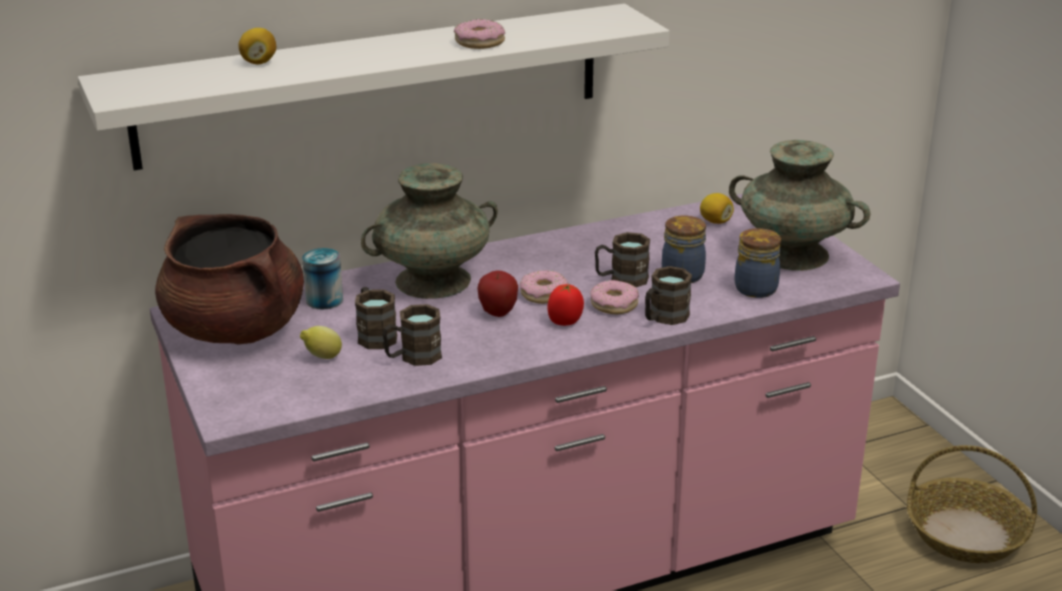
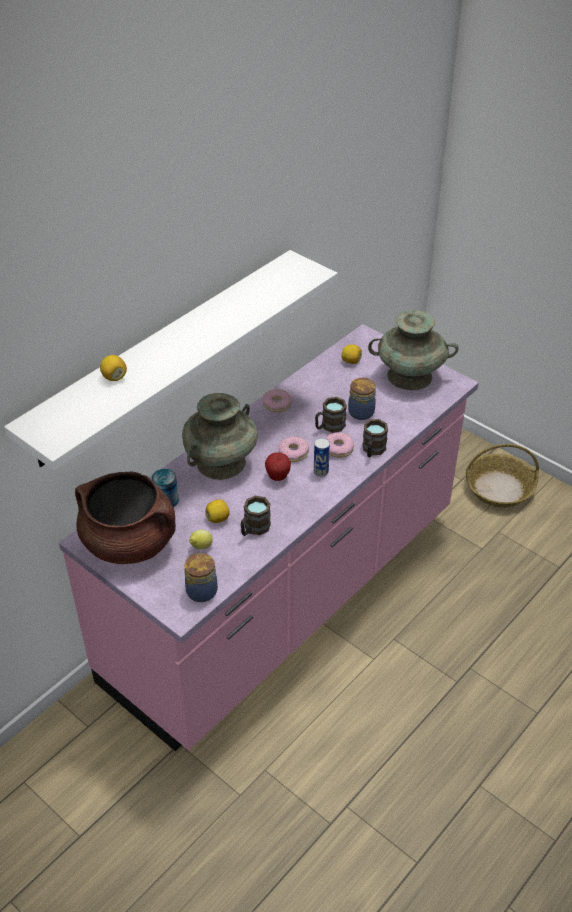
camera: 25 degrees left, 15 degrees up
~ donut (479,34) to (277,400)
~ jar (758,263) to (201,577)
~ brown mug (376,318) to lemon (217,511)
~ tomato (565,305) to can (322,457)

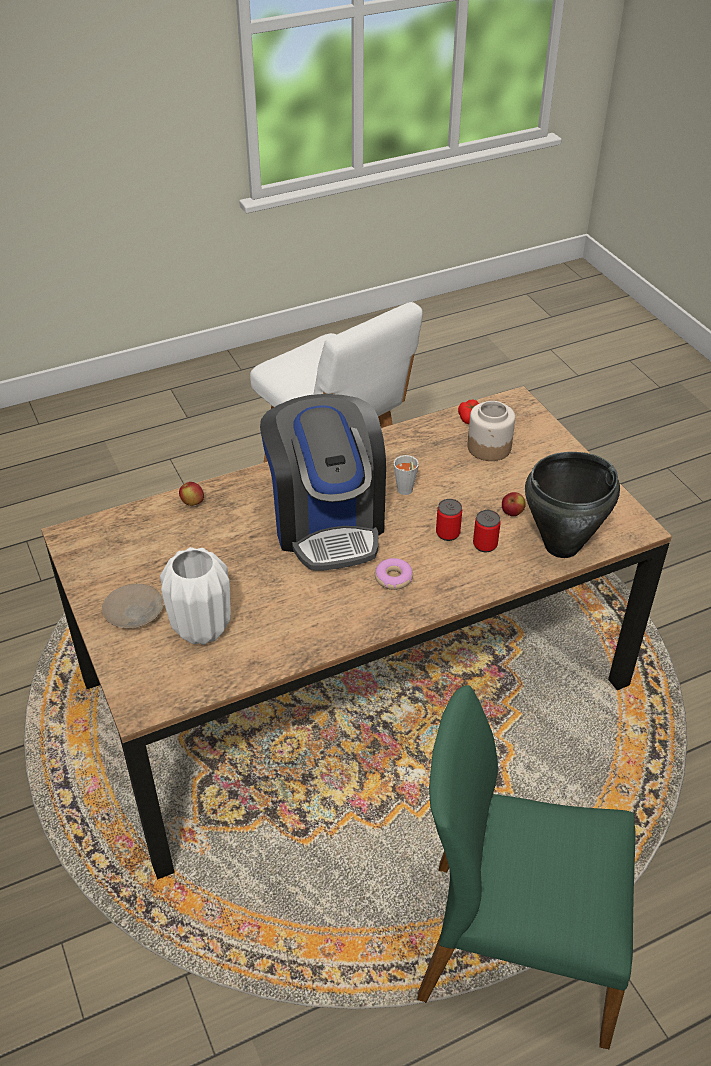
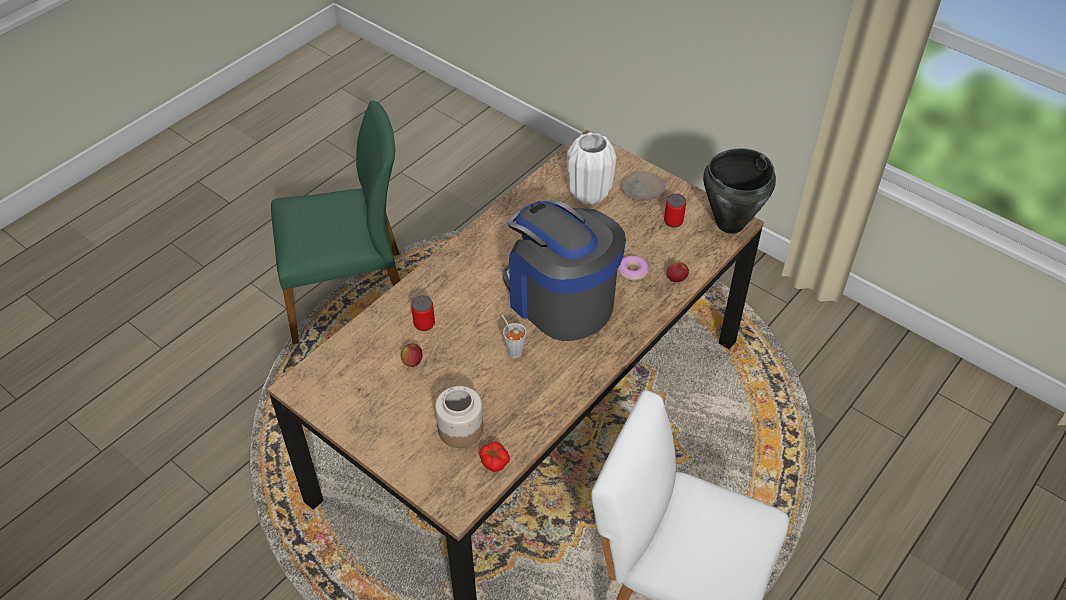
camera: 155 degrees right, 5 degrees up
~ donut (394,574) to (633,268)
~ can (449,520) to (675,210)
~ black cooking pot (572,505) to (739,191)

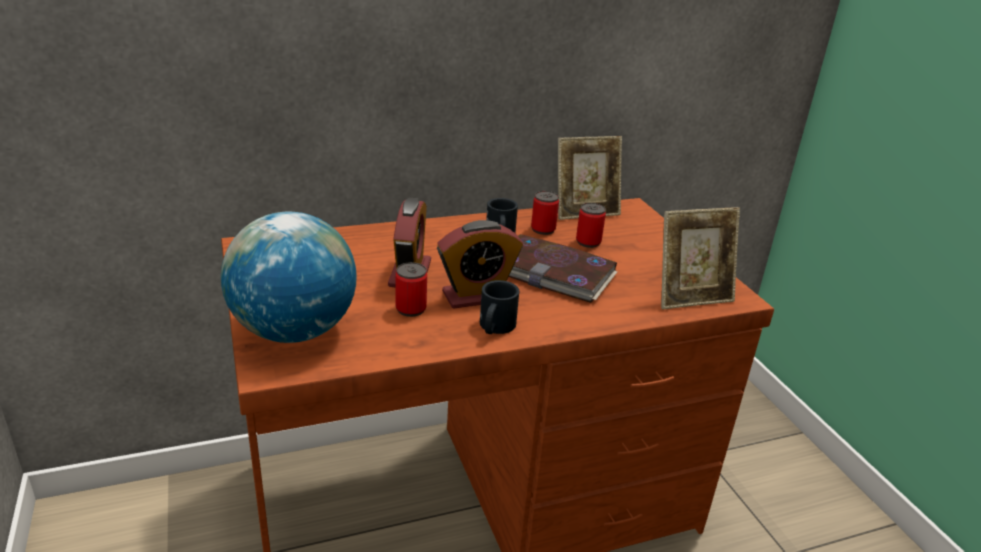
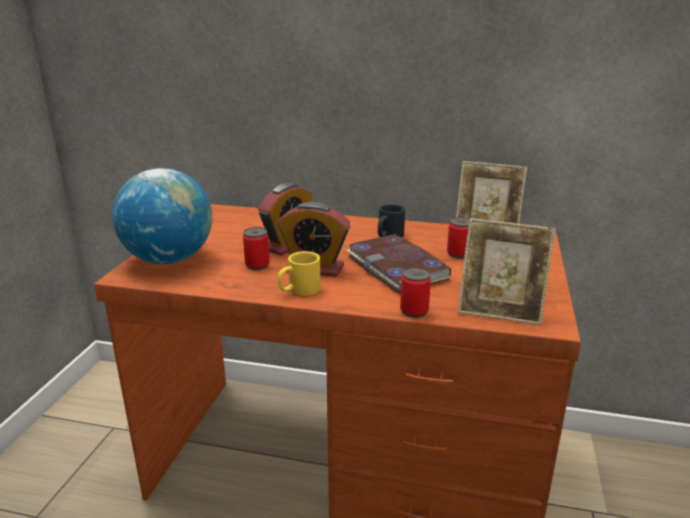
camera: 35 degrees right, 5 degrees down
~ can (545,213) to (415,292)
~ black mug (499,307) to yellow mug (299,273)

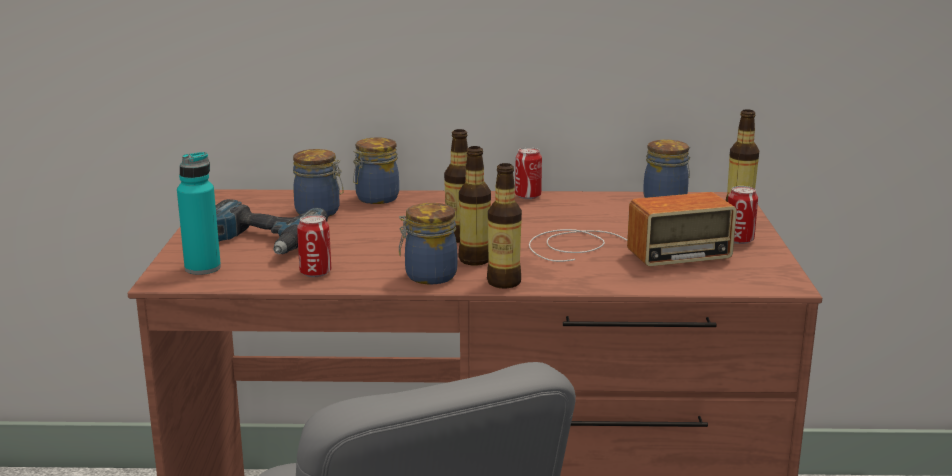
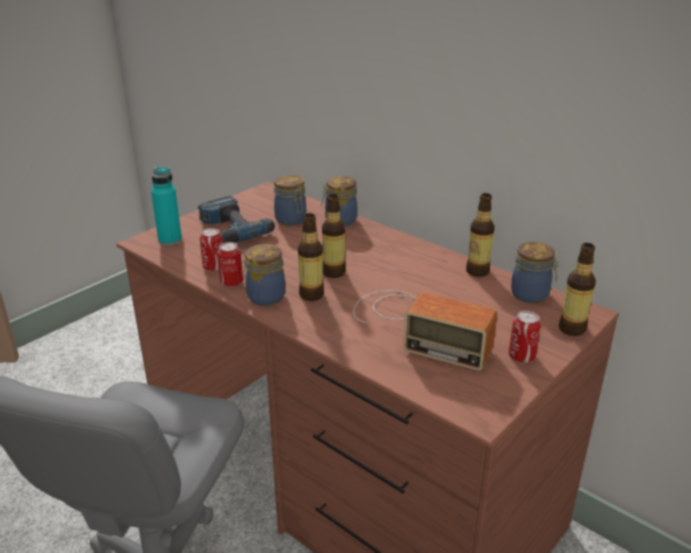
camera: 40 degrees right, 10 degrees up
~ bottle (504,226) to (480,235)
~ can (528,173) to (230,264)

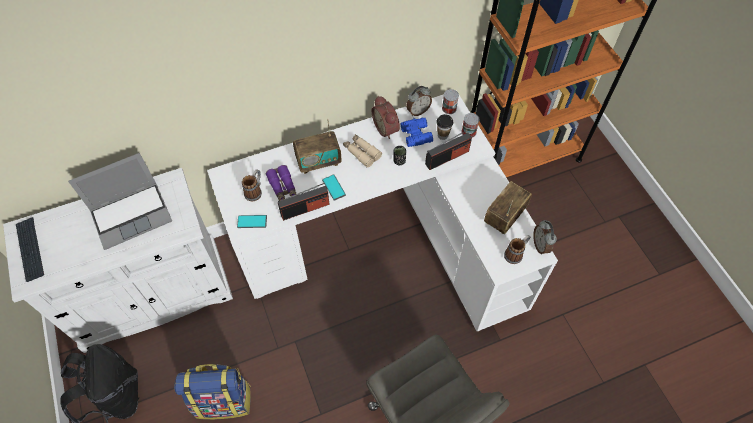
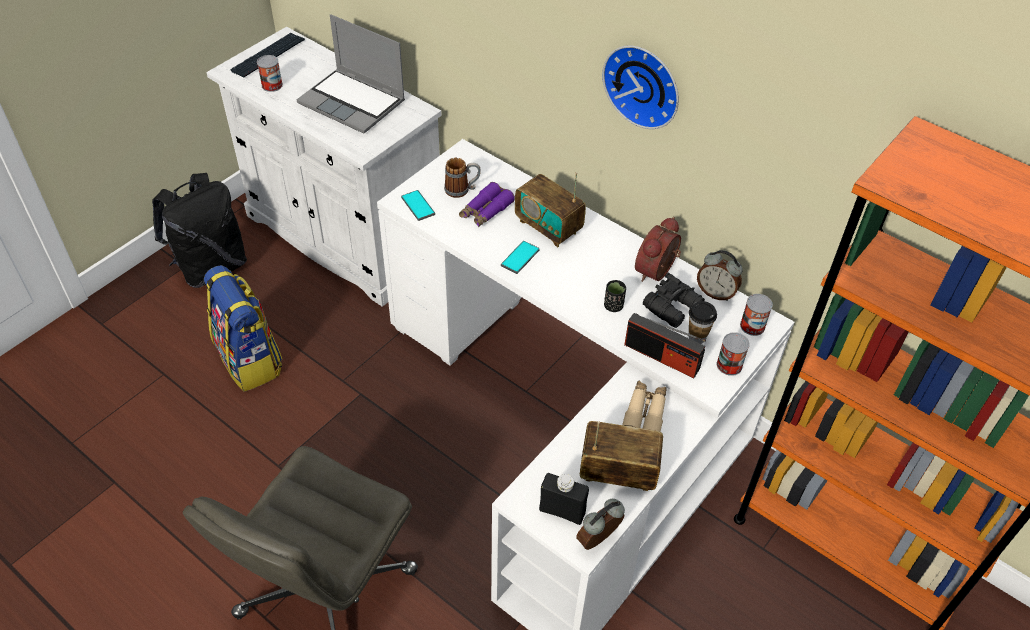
camera: 60 degrees right, 10 degrees down
- radio (304,202)
+ can (270,73)
+ wall clock (640,87)
~ beige binoculars (362,151) to (644,406)
~ mug (517,249) to black bottle (564,499)
~ blue binoculars (417,132) to black binoculars (674,300)

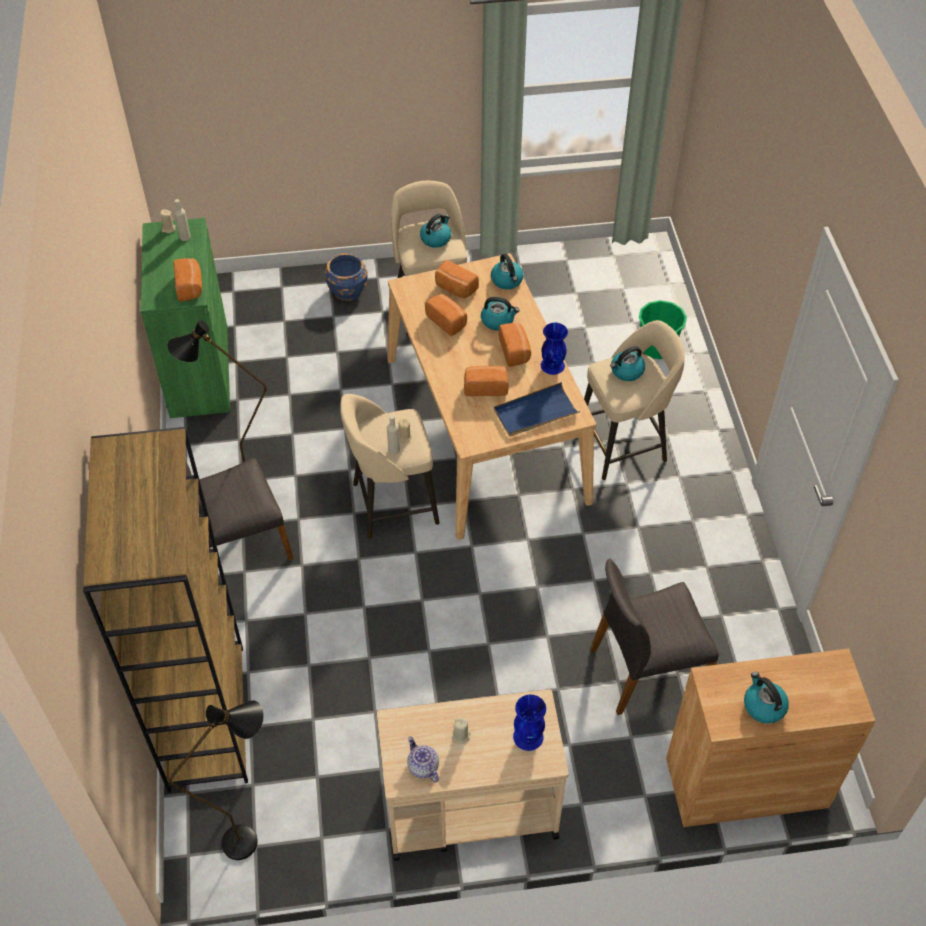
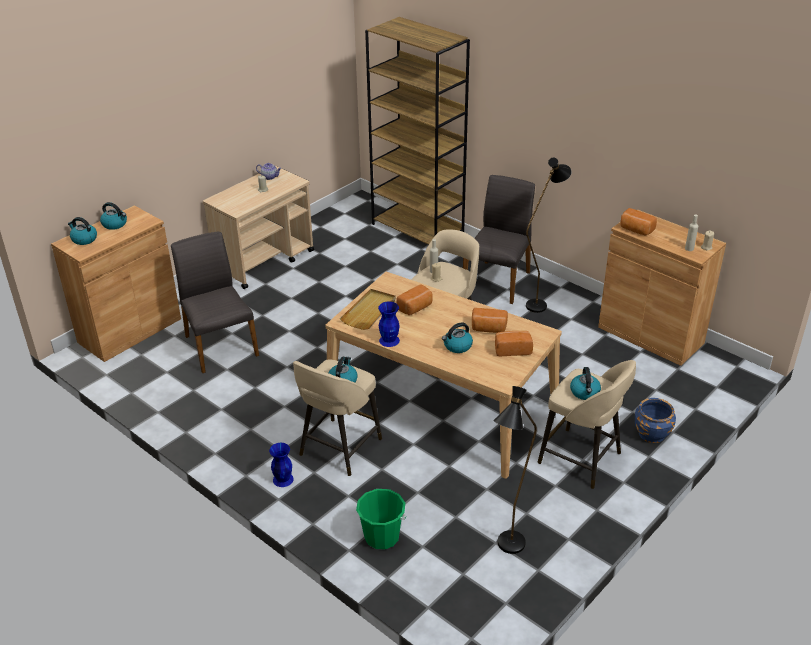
camera: 140 degrees right, 15 degrees down
- bread (515,345)
~ black floor lamp (216,780) to (515,470)
~ kettle (507,271) to (82,231)
~ blue vase (529,723) to (281,465)
~ green cabinet (185,318) to brown cabinet (662,287)
~ blue tray (537,409) to beige tray (368,309)
~ grey chair (654,637) = (215,302) 60 degrees counterclockwise

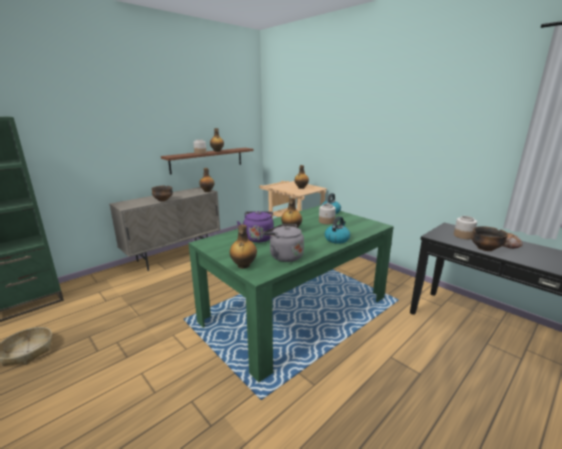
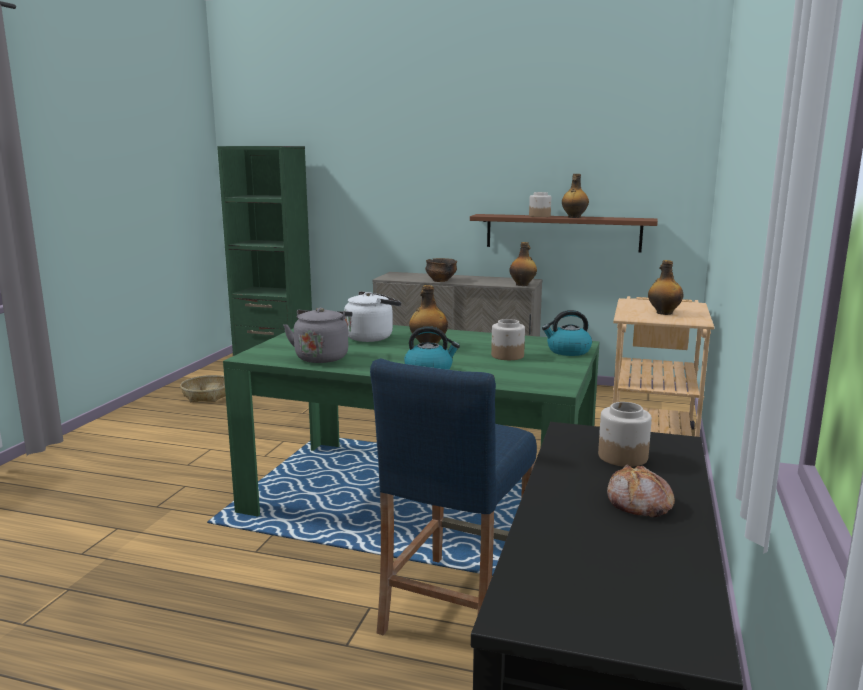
camera: 60 degrees right, 5 degrees down
- bottle (243,247)
- bowl (489,238)
+ blue stool (453,496)
~ purple kettle (255,227) to white kettle (372,316)

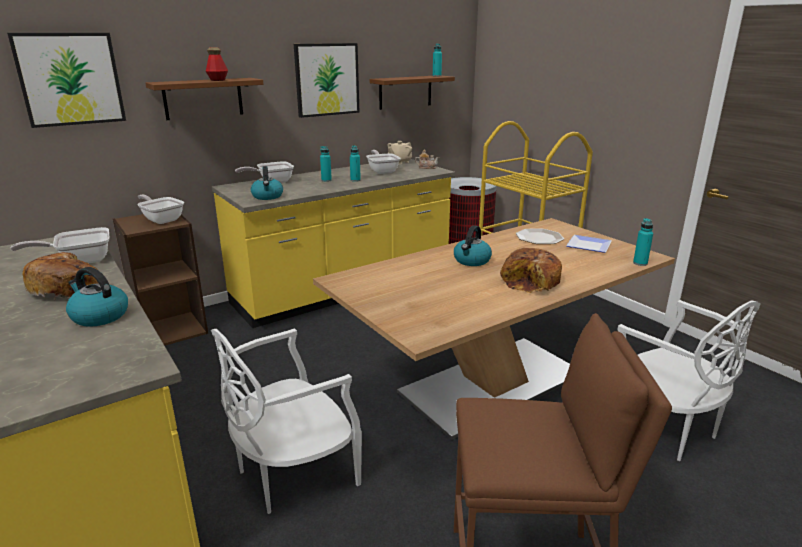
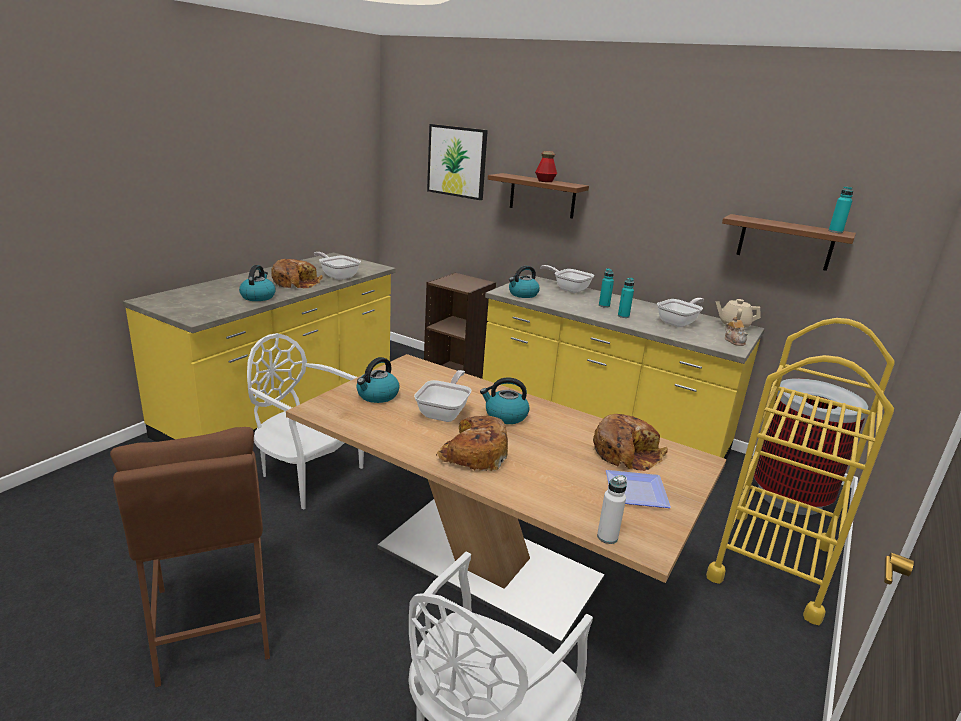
camera: 65 degrees right, 0 degrees up
- picture (327,80)
+ kettle (377,380)
~ frying pan (160,209) to (443,396)
~ plate (540,236) to bread (630,442)
~ turquoise bottle (643,242) to white bottle (612,509)

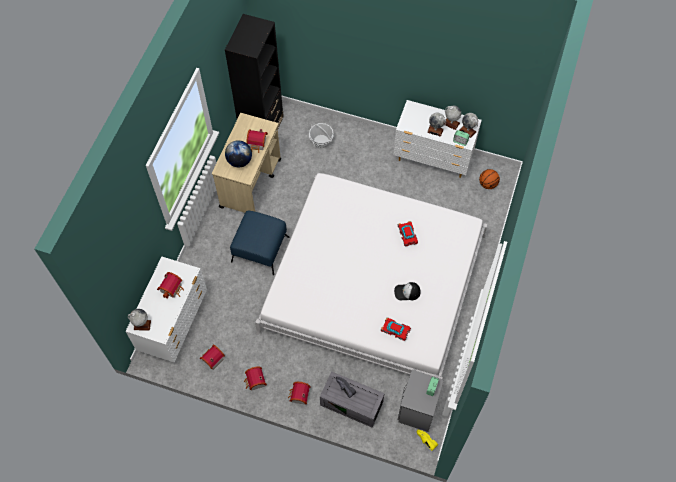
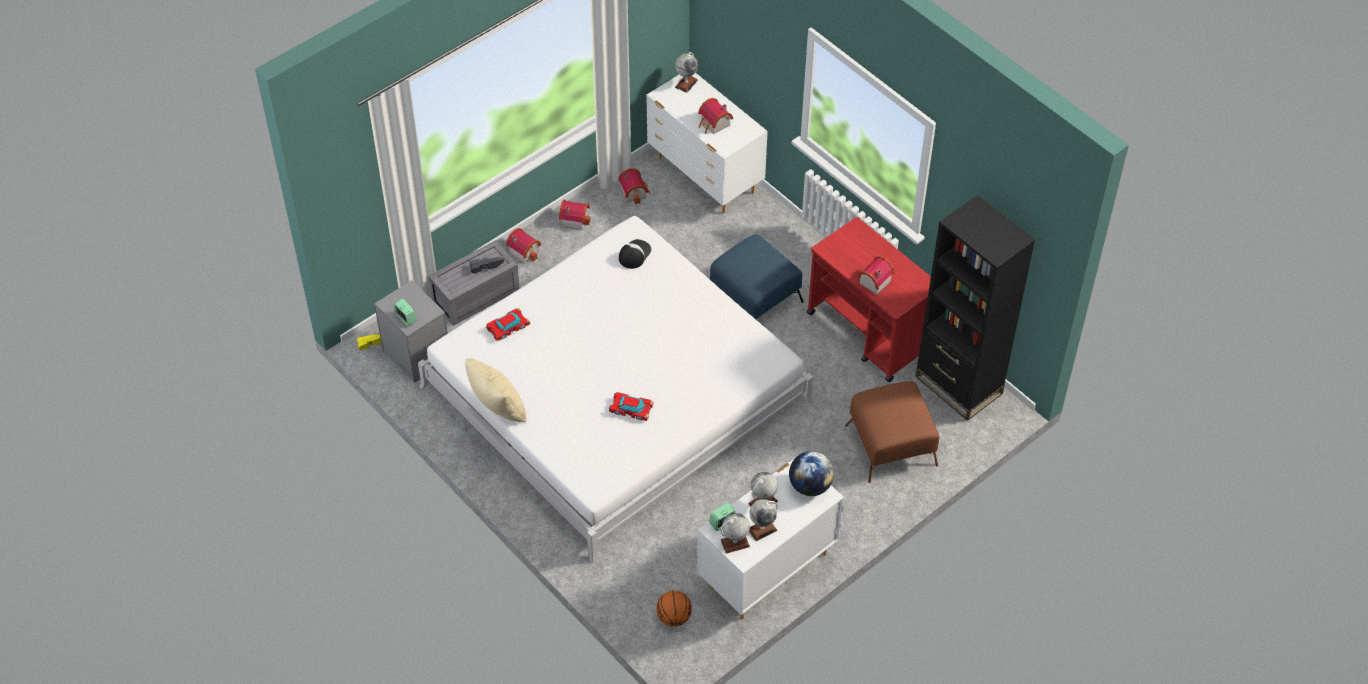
camera: 120 degrees right, 10 degrees down
+ beige pillow (496,390)
~ globe (238,153) to (811,473)
~ cap (407,291) to (635,254)
~ basket (321,135) to brown ottoman (892,432)
~ beige cart (246,163) to red cart (869,299)

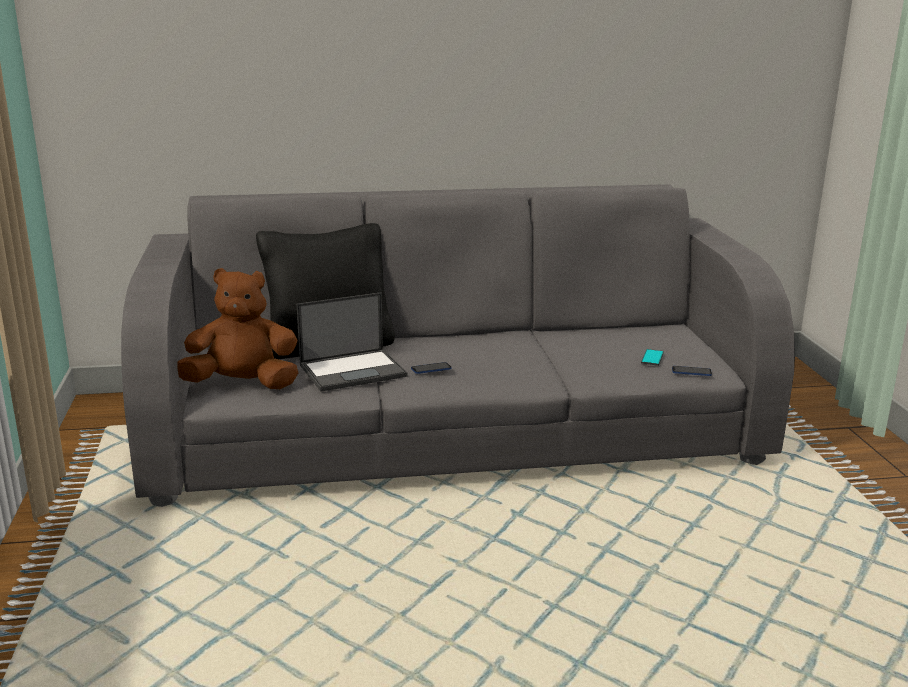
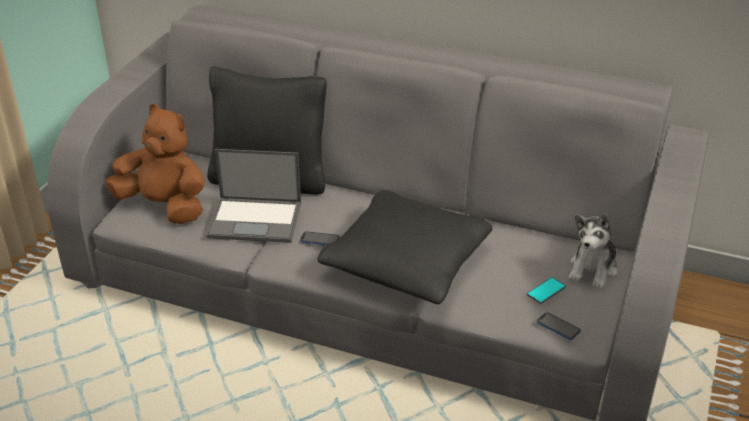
camera: 30 degrees right, 15 degrees up
+ black pillow (405,247)
+ plush toy (593,251)

